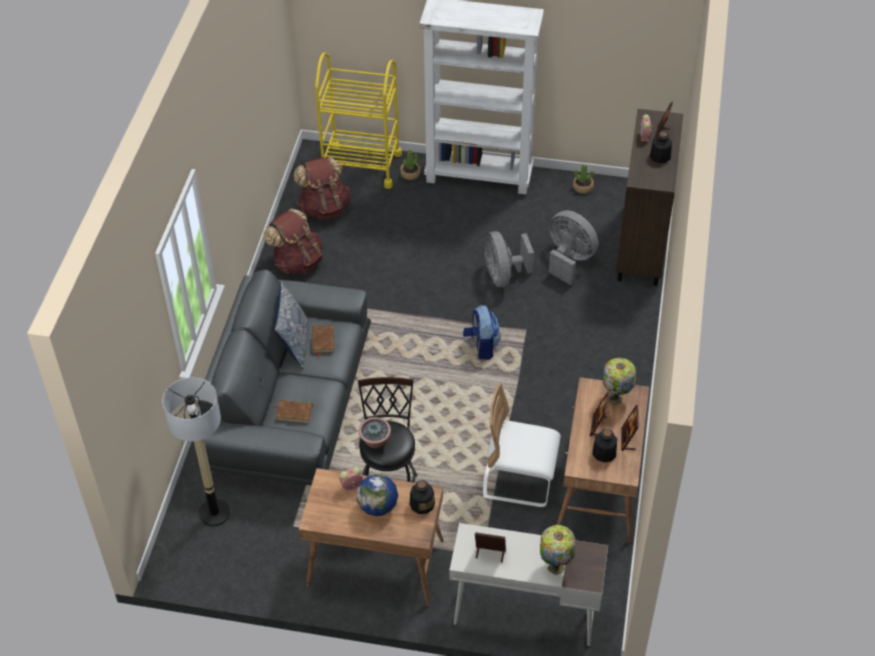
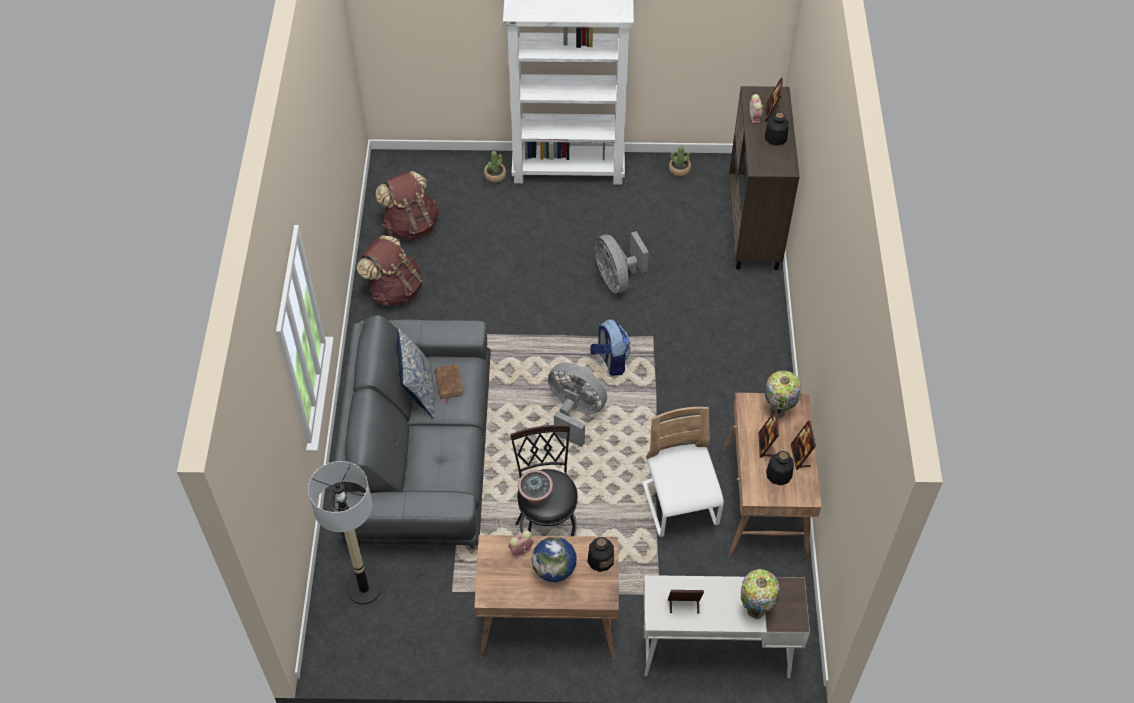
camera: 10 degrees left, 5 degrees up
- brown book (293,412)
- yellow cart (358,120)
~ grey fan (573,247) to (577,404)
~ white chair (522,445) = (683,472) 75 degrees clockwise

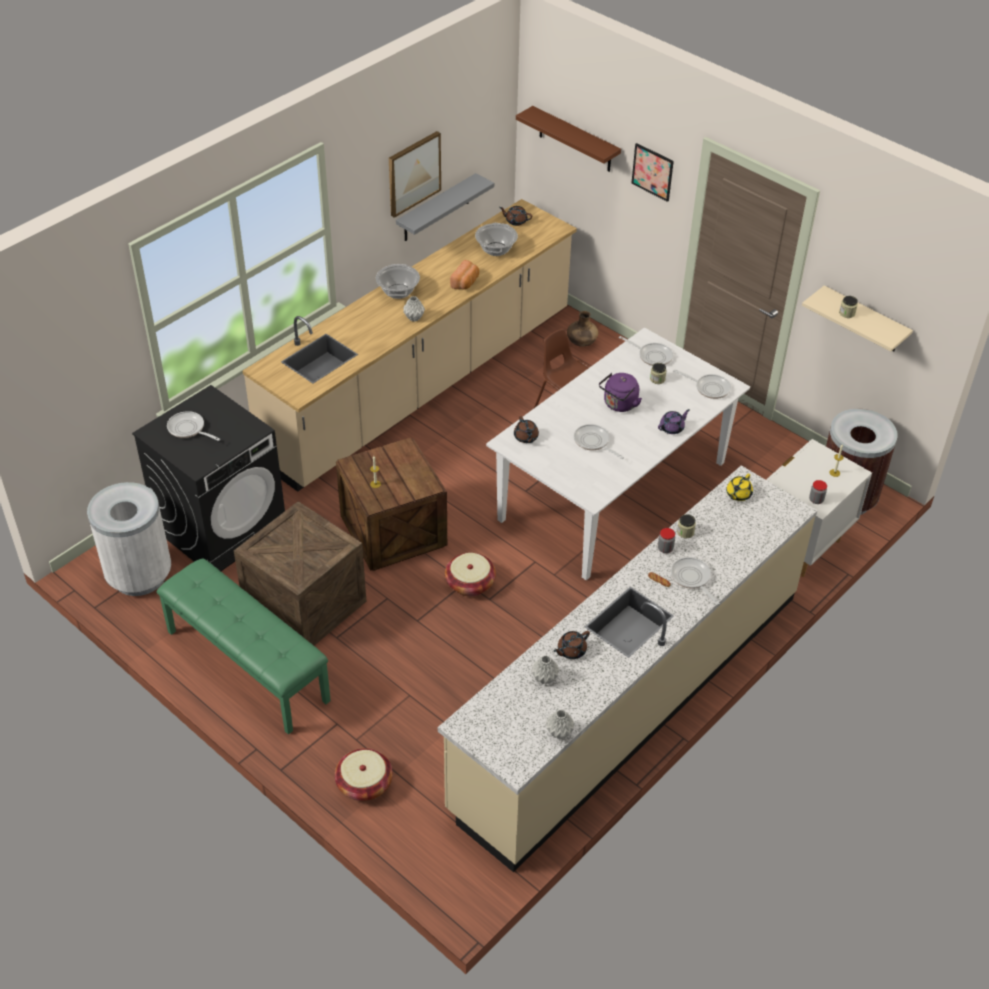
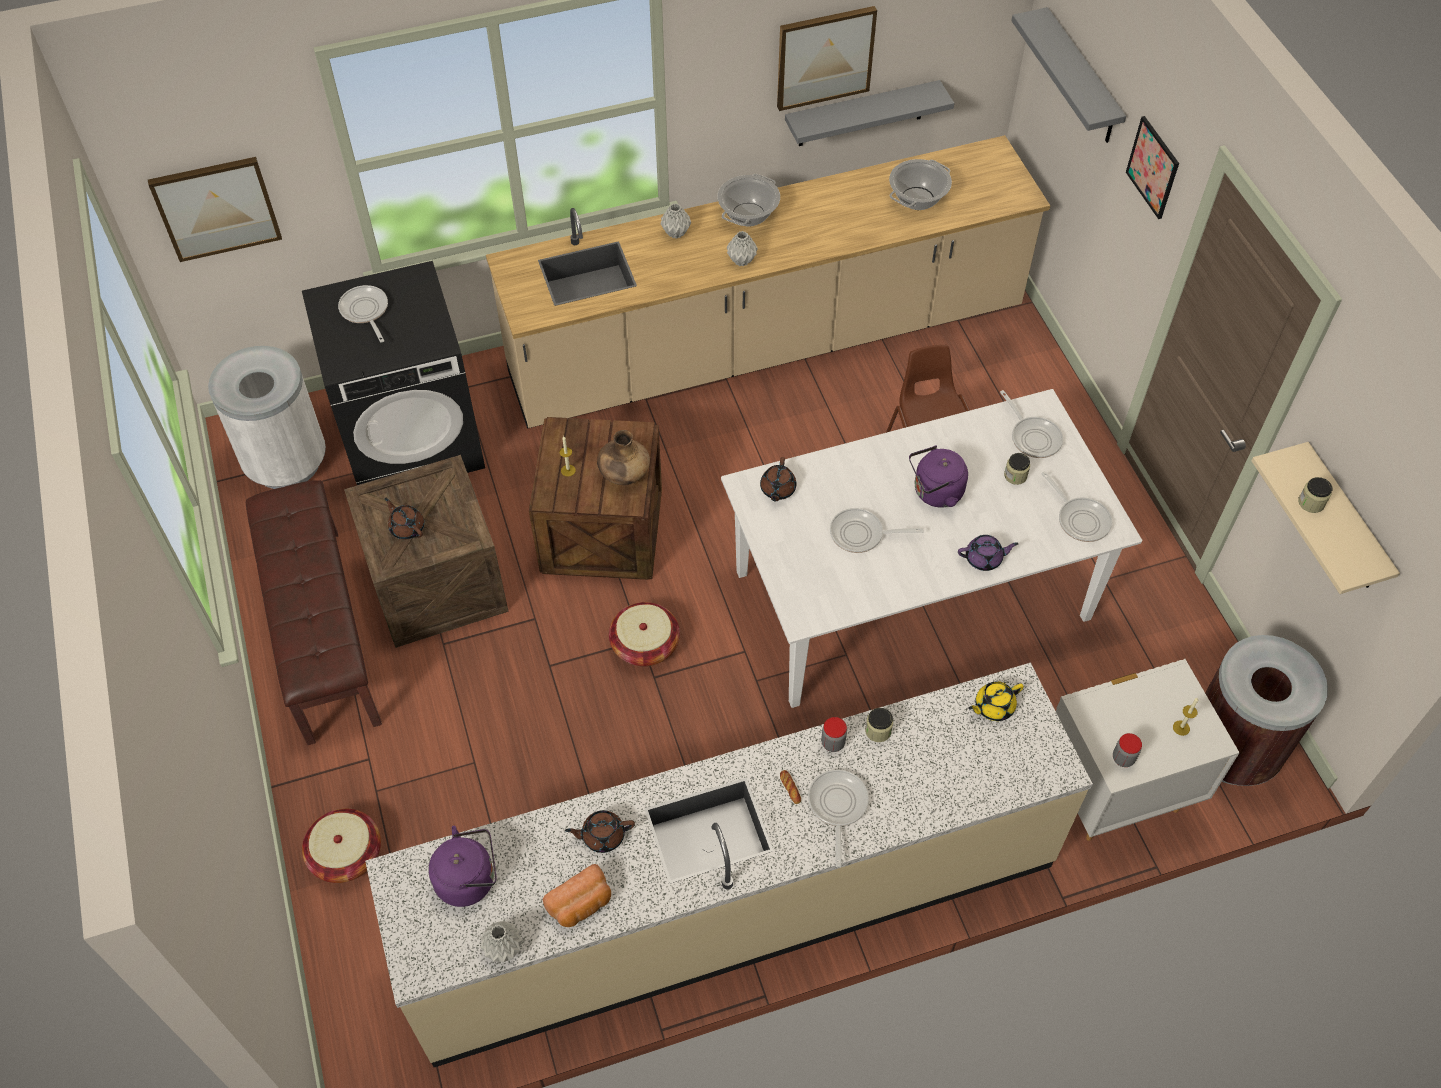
camera: 30 degrees right, 10 degrees up
+ picture (215,209)
+ purple kettle (462,866)
~ bread (464,275) to (577,895)
~ brown teapot (515,216) to (404,519)
~ grey vase (545,670) to (675,221)
~ brown vase (583,329) to (623,457)
~ green bench (244,647) to brown bench (314,612)
~ brown shelf (568,139) to grey shelf (1068,75)
~ frying pan (599,441) = (877,530) 75 degrees counterclockwise

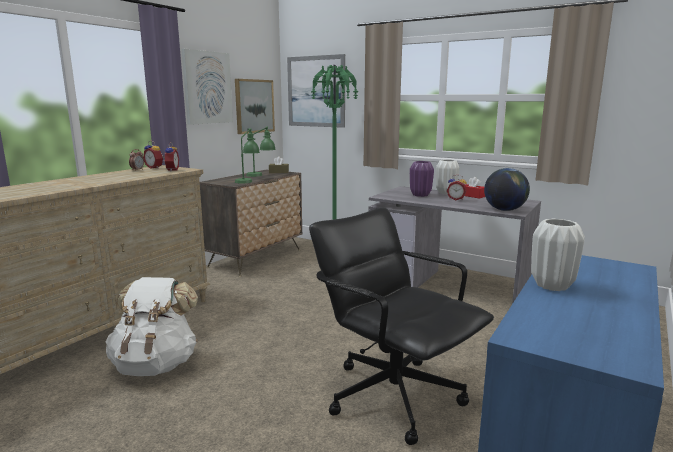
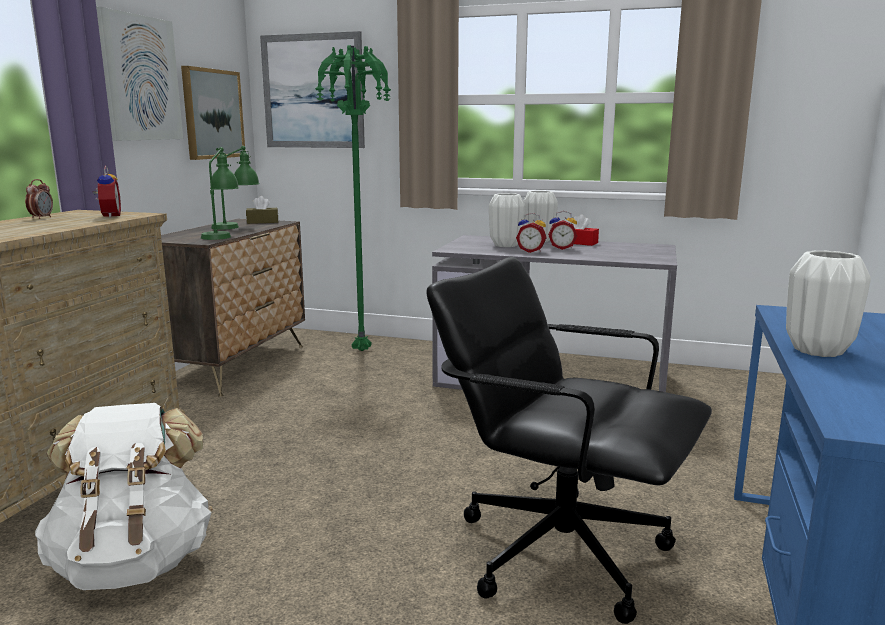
camera: 15 degrees left, 0 degrees up
- globe (507,189)
~ alarm clock (153,155) to (531,233)
~ purple vase (422,179) to white vase (507,220)

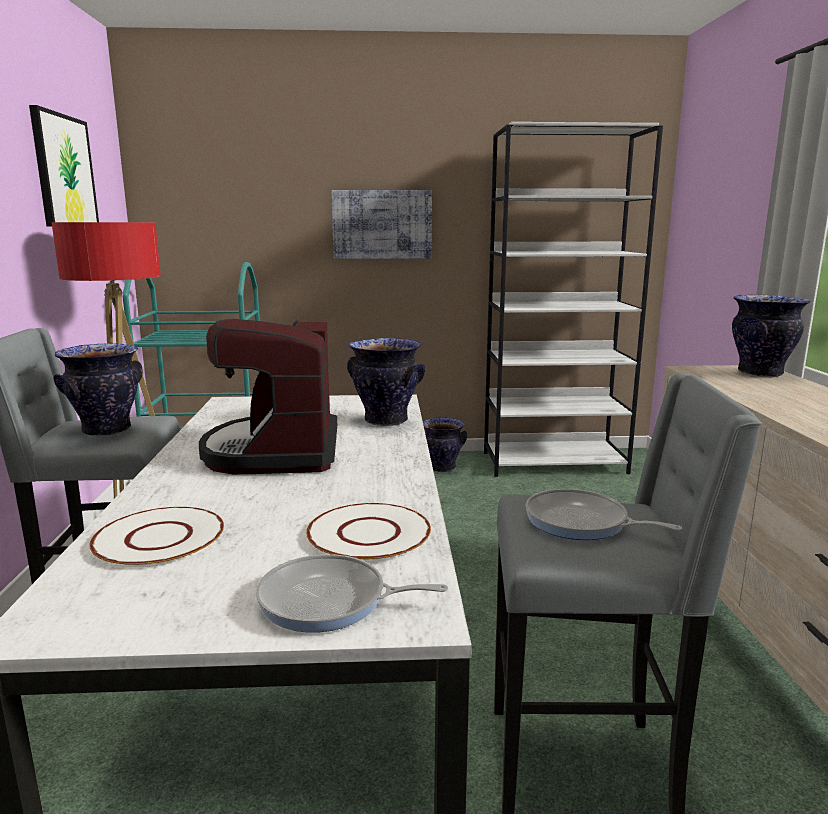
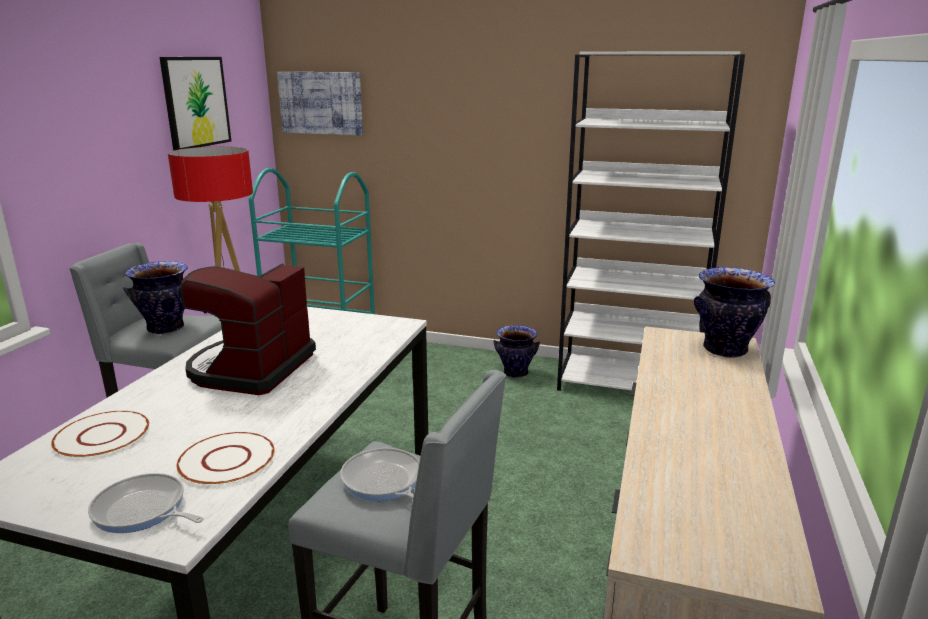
camera: 20 degrees right, 5 degrees up
- vase (386,382)
~ picture (381,224) to (320,103)

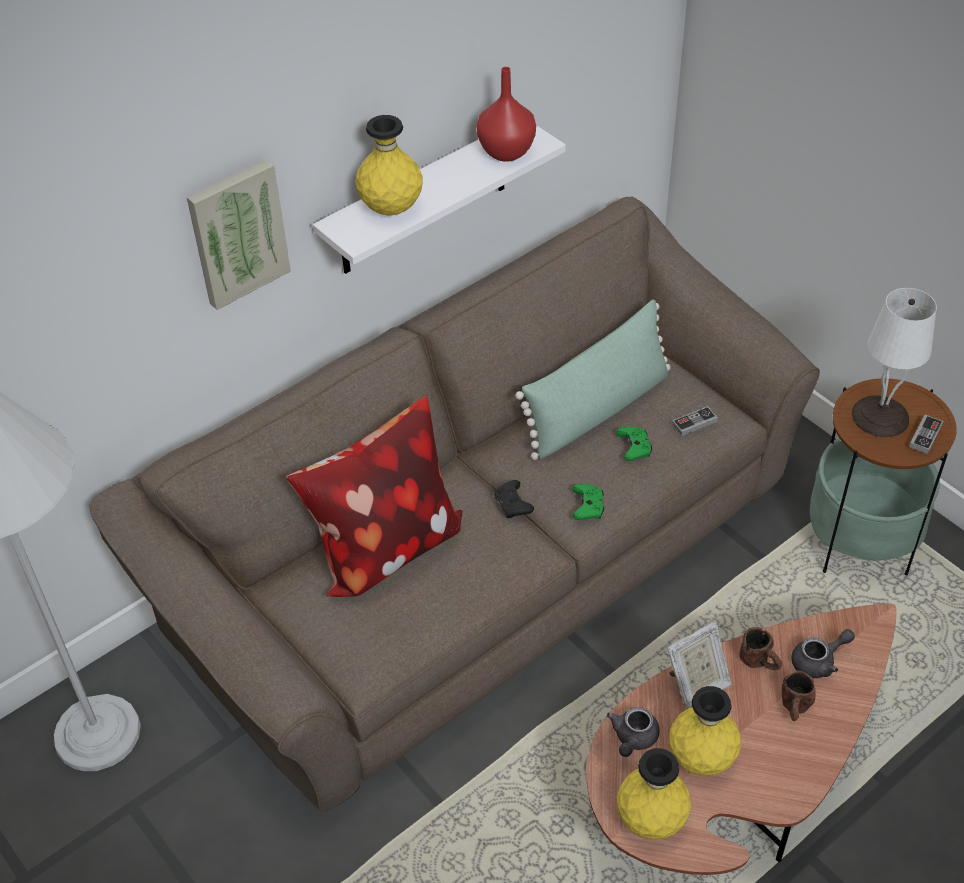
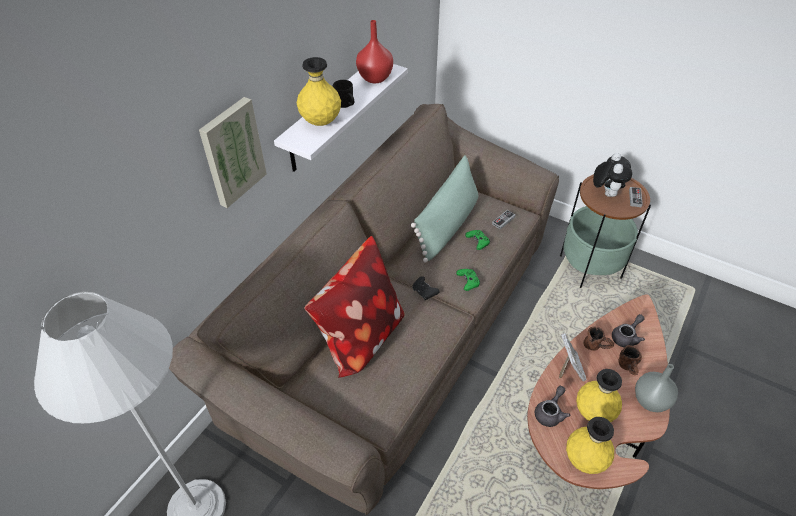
camera: 20 degrees left, 0 degrees up
+ black mug (343,94)
+ grey vase (656,388)
~ white table lamp (894,362) to plush toy (612,175)
~ grey teapot (633,732) = (552,406) 150 degrees counterclockwise
~ picture frame (699,664) = (572,357) 45 degrees counterclockwise

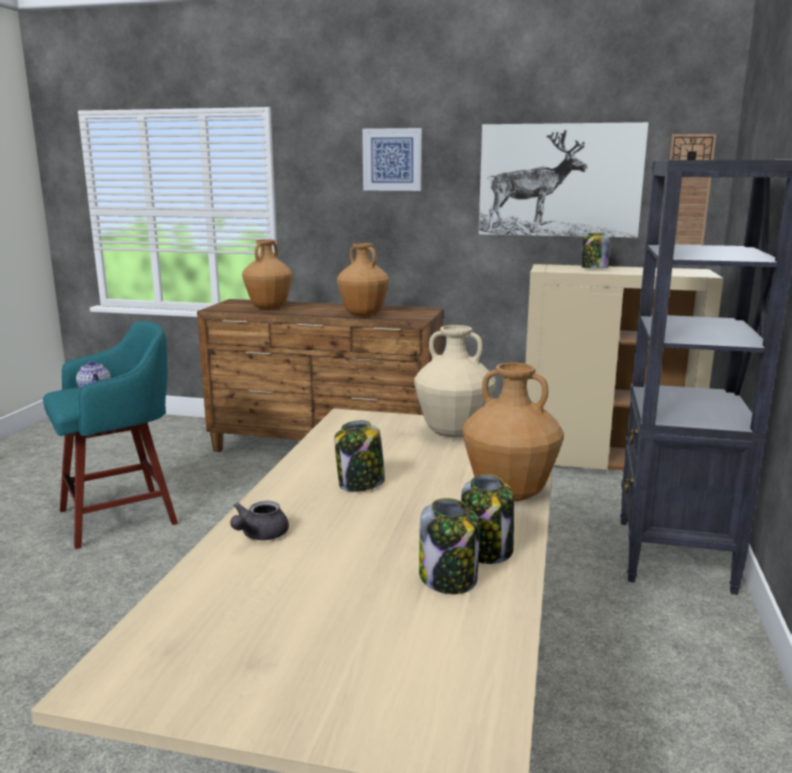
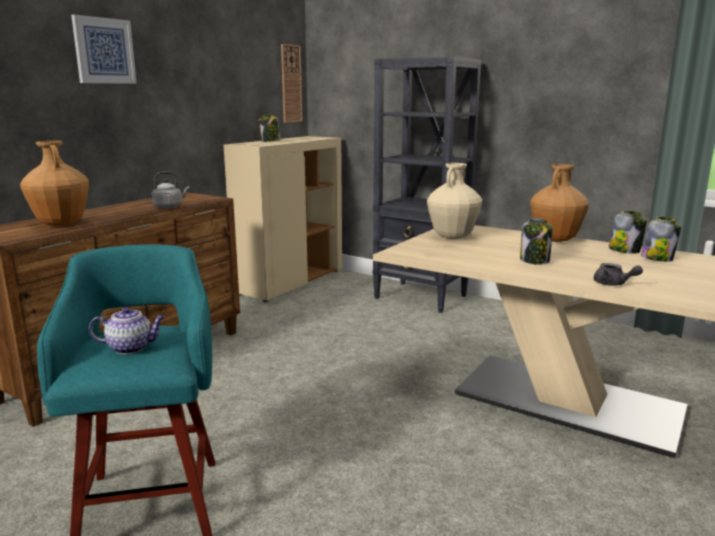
camera: 70 degrees left, 0 degrees up
- picture (564,180)
~ brown vase (363,280) to grey kettle (171,189)

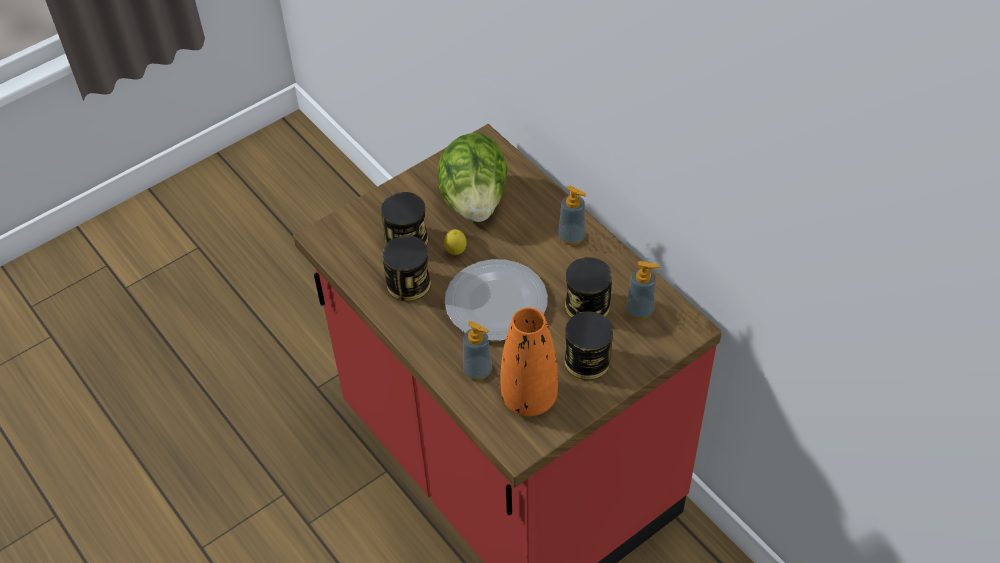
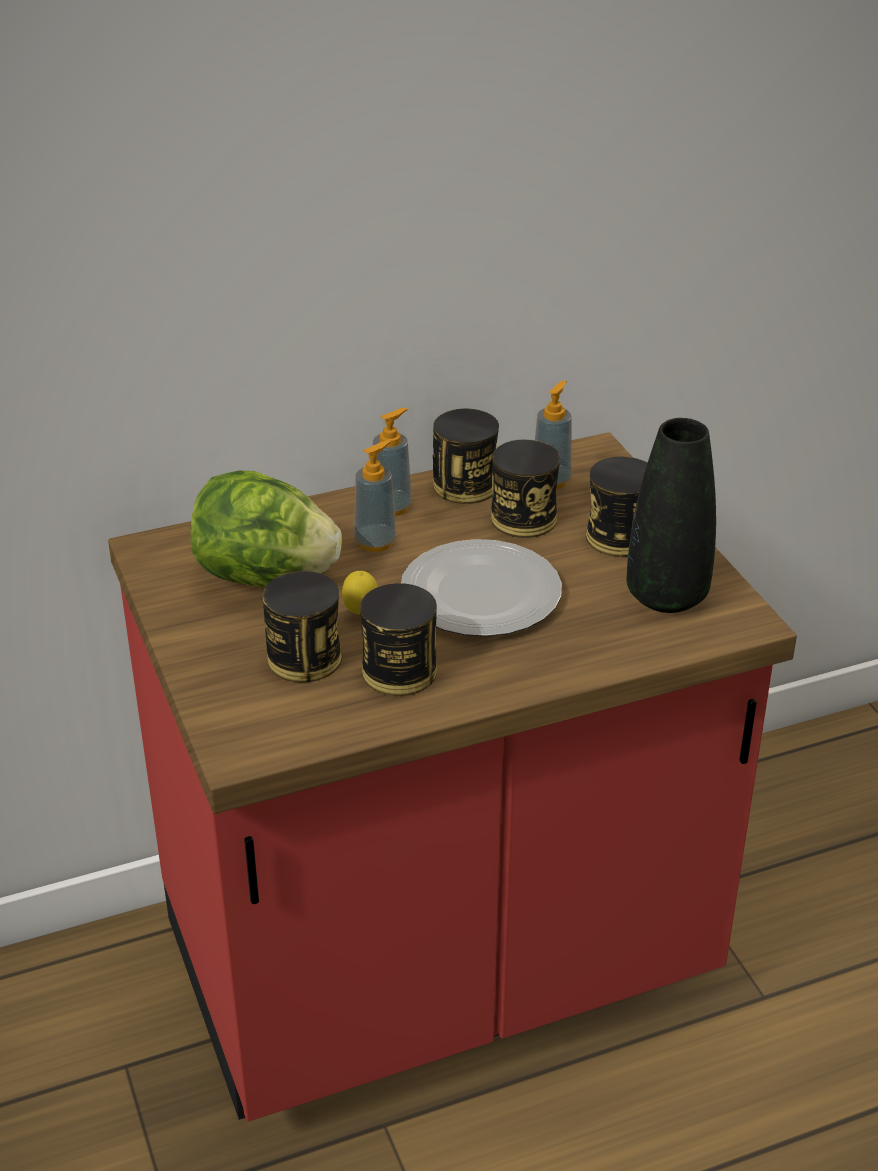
camera: 75 degrees left, 15 degrees down
+ can (466,456)
~ soap dispenser (477,350) to (375,496)
~ orange vase (529,361) to black vase (671,515)

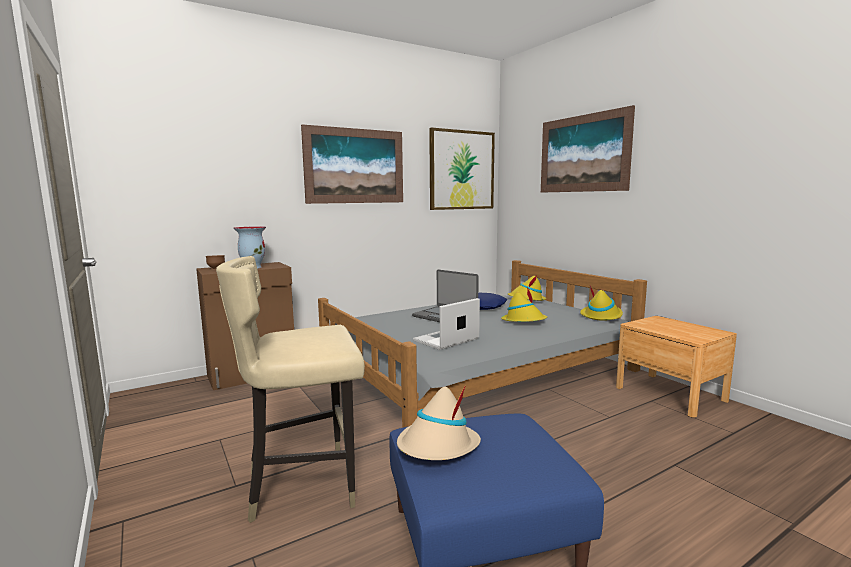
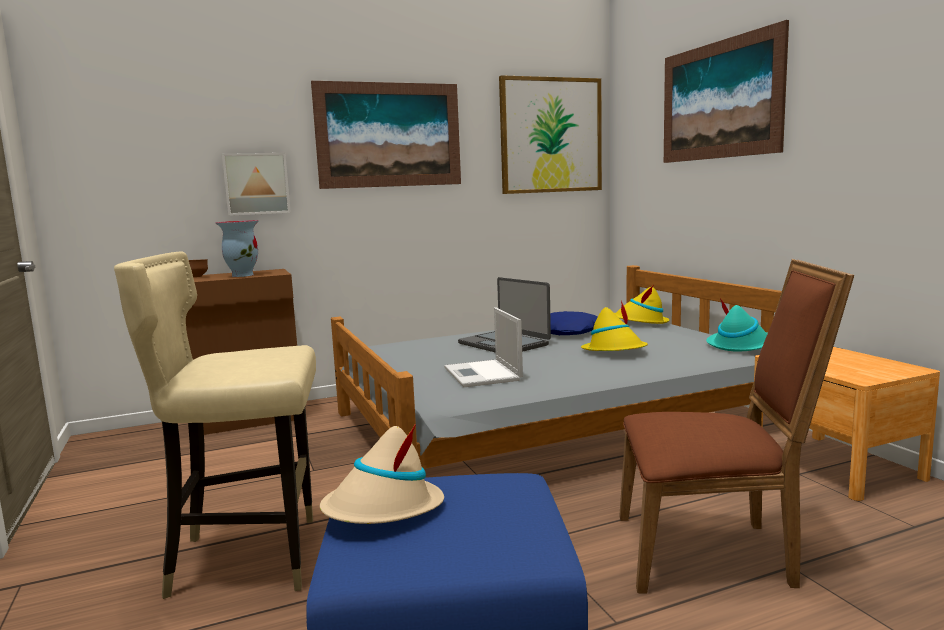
camera: 10 degrees right, 0 degrees up
+ picture (256,184)
+ brown chair (736,426)
~ yellow hat (601,303) to turquoise hat (737,324)
~ laptop (446,324) = (483,347) 75 degrees counterclockwise

